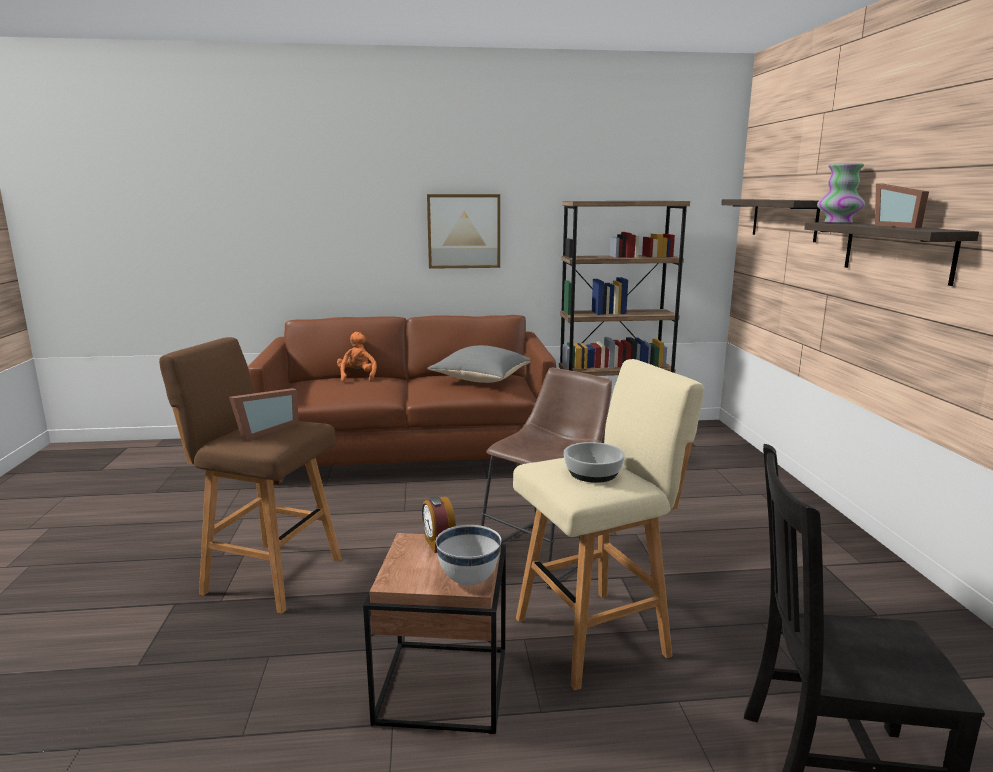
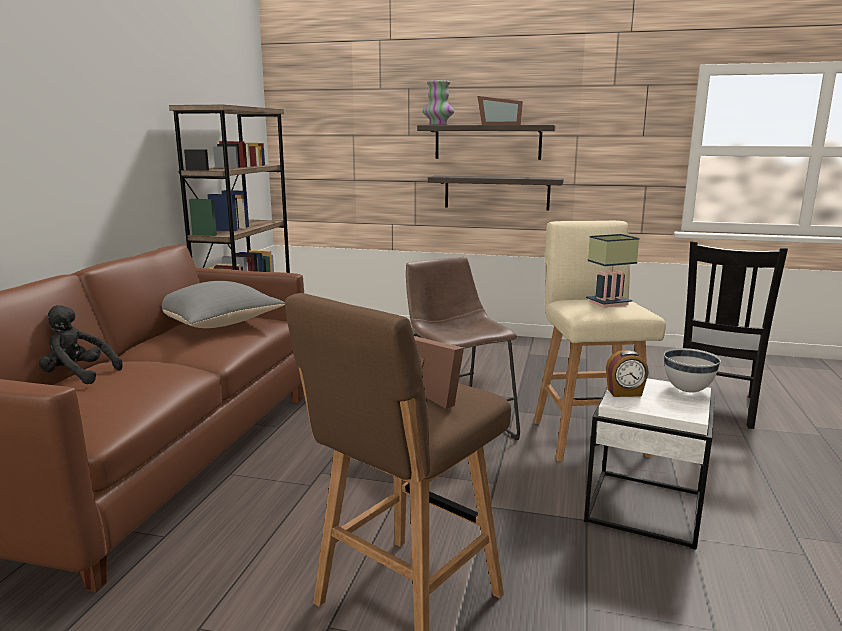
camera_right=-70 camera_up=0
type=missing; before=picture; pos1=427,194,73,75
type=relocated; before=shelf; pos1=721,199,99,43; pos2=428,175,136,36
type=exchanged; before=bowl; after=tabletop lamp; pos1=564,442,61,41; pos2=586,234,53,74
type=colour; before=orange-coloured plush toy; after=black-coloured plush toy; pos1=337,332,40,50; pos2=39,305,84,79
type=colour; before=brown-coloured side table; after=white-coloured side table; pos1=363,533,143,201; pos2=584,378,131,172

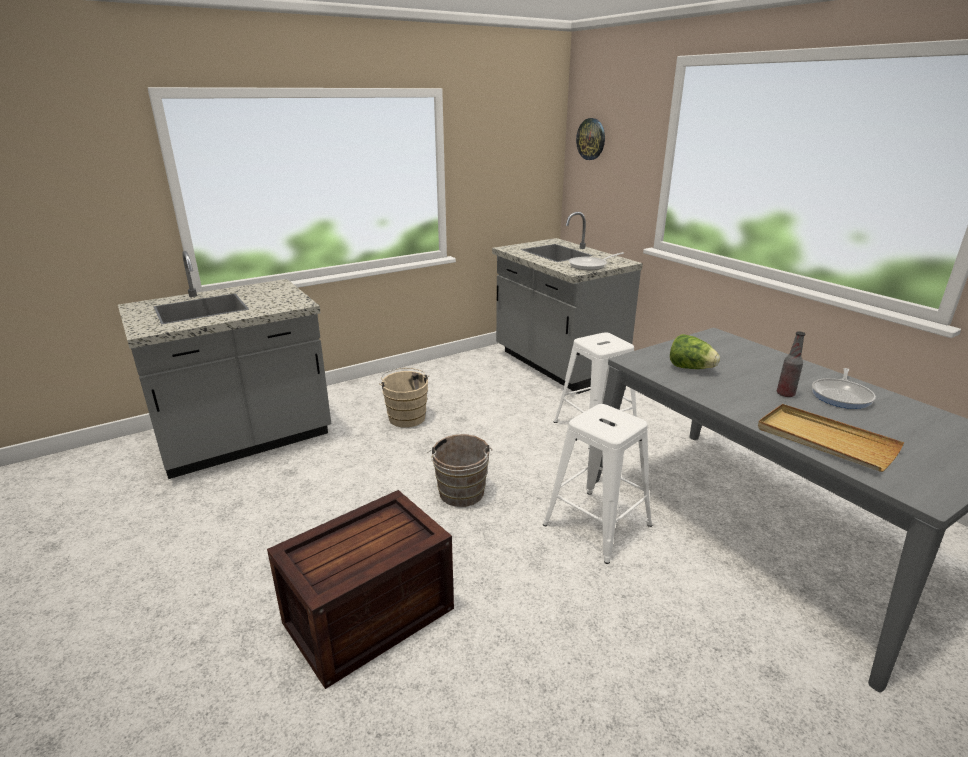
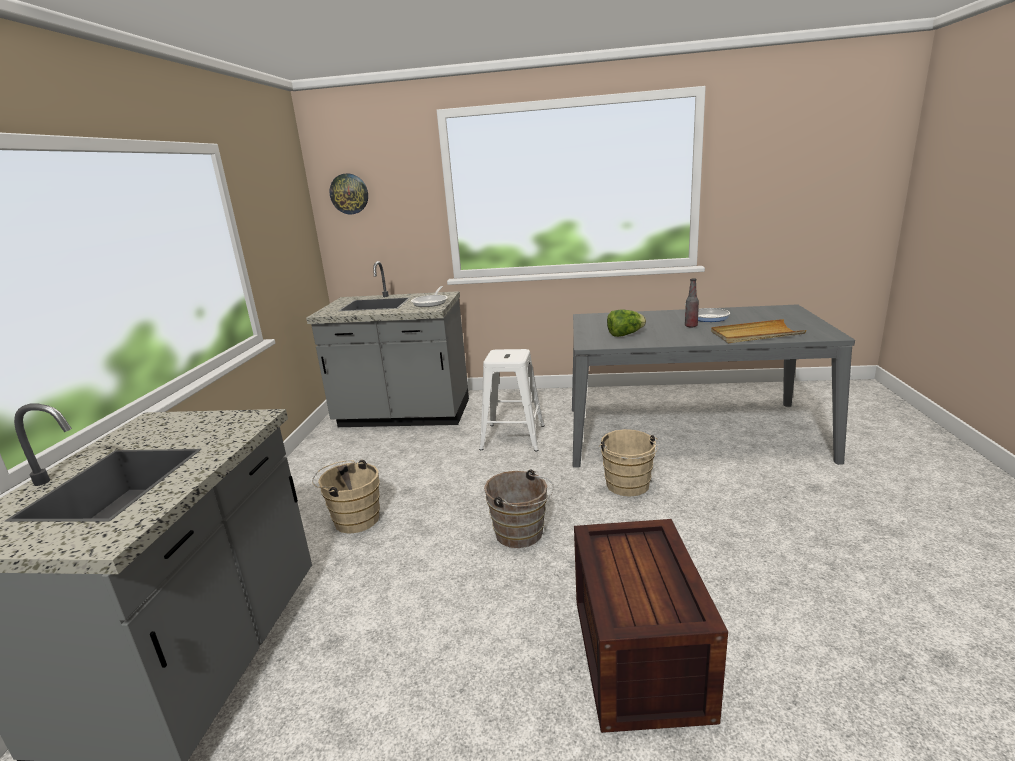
camera_right=-50 camera_up=-5
type=exchanged; before=white-coloured stool; after=beige water bucket; pos1=543,404,110,160; pos2=599,429,59,67

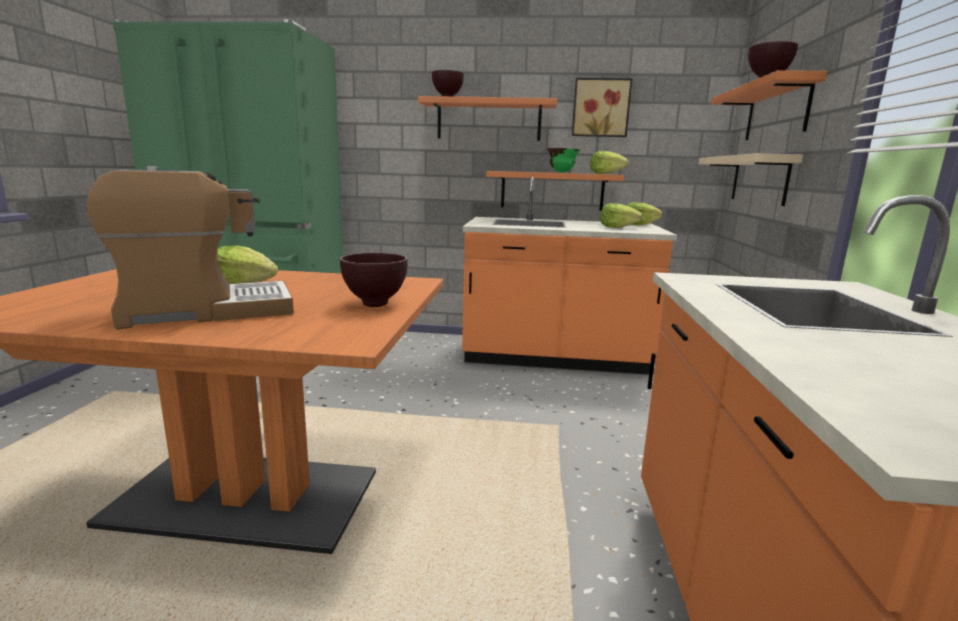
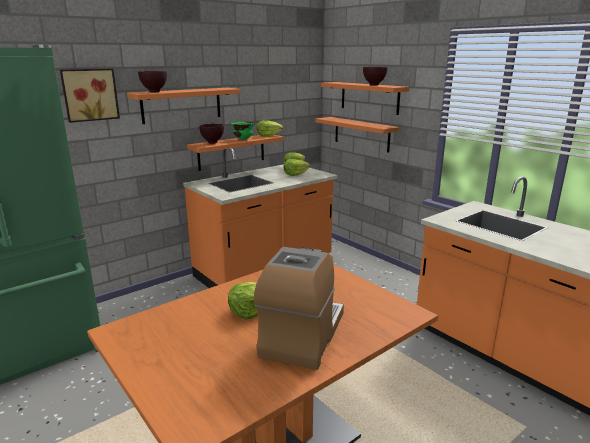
camera_right=-45 camera_up=5
type=relocated; before=brown-coloured bowl; pos1=340,253,68,54; pos2=199,124,25,20
type=relocated; before=picture; pos1=572,78,61,59; pos2=60,69,60,54
type=colour; before=beige shelf; after=orange-coloured shelf; pos1=699,153,104,53; pos2=315,117,84,36

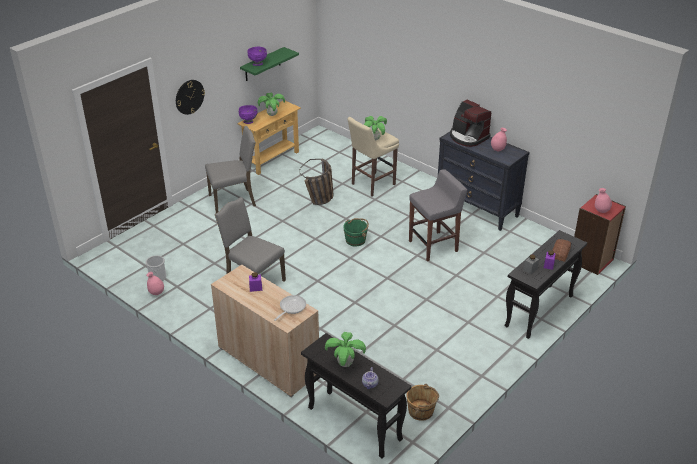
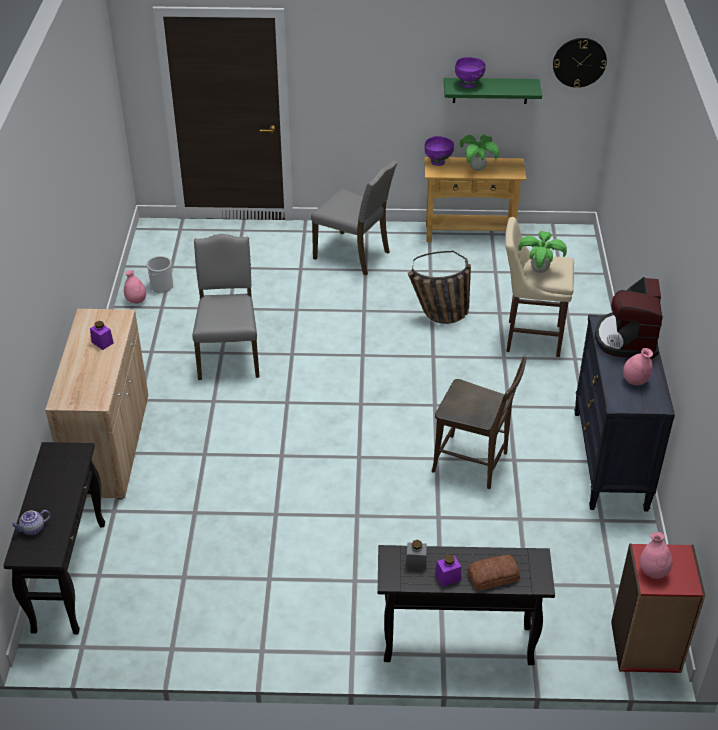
camera_right=50 camera_up=5
type=missing; before=frying pan; pos1=274,295,32,26
type=missing; before=potted plant; pos1=325,332,41,35
type=missing; before=green-coloured water bucket; pos1=343,218,26,29
type=missing; before=brown-coloured water bucket; pos1=406,384,33,37
type=relocated; before=hanging clock; pos1=176,80,29,35; pos2=553,38,54,50
type=exchanged; before=gray stool; after=brown-coloured plain chair; pos1=409,169,58,92; pos2=431,357,95,132

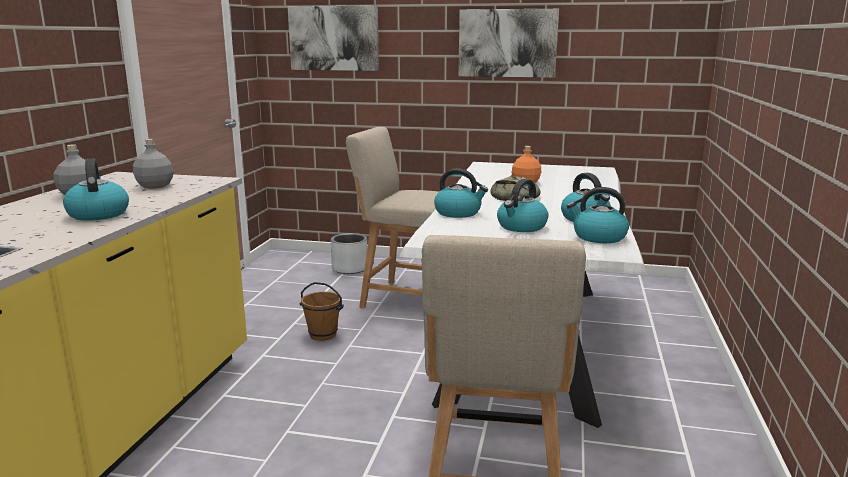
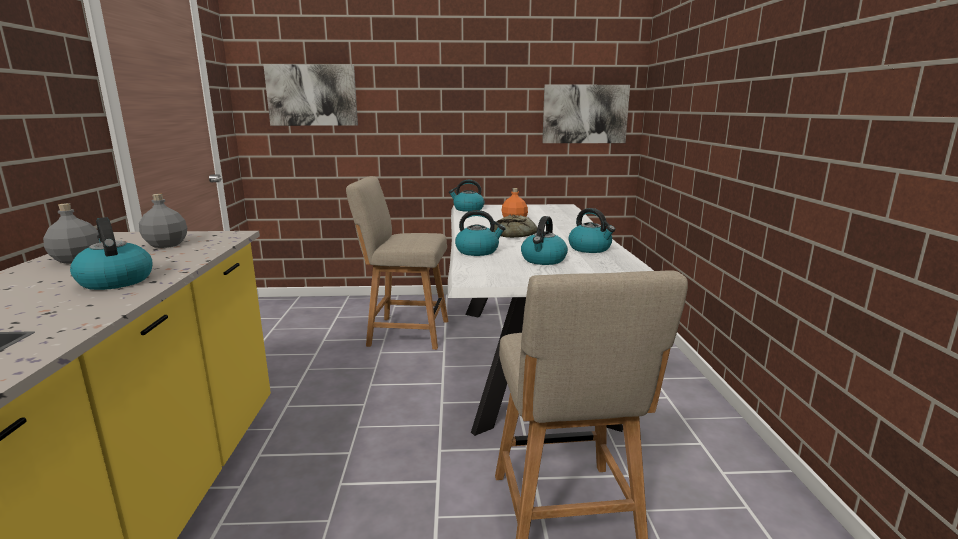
camera_right=-15 camera_up=0
type=missing; before=brown-coloured water bucket; pos1=299,282,45,59
type=missing; before=gray planter; pos1=331,233,36,41
type=relocated; before=picture; pos1=458,9,101,69; pos2=542,85,88,58
type=relocated; before=kettle; pos1=567,187,62,56; pos2=449,180,35,32

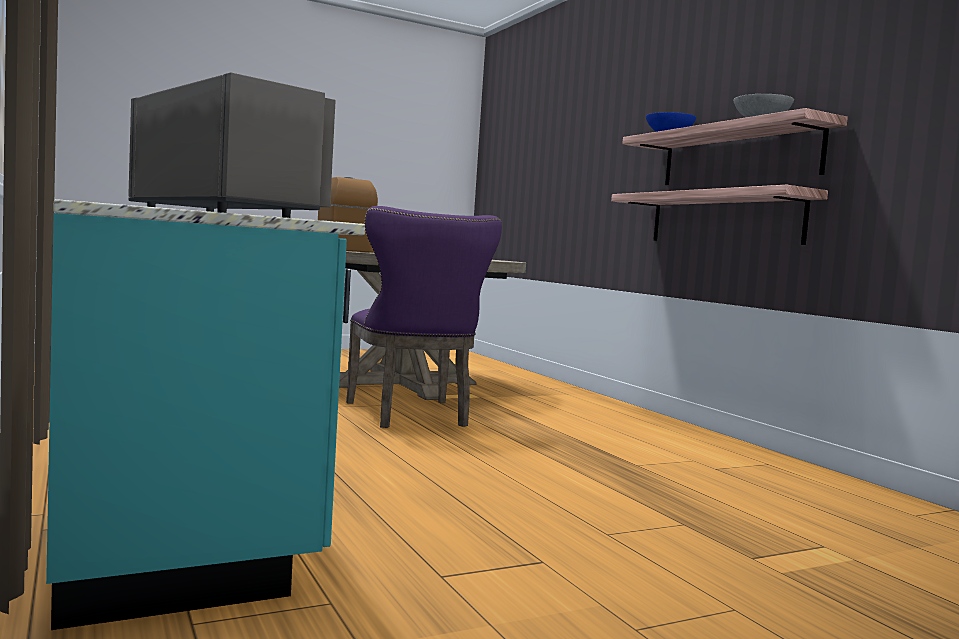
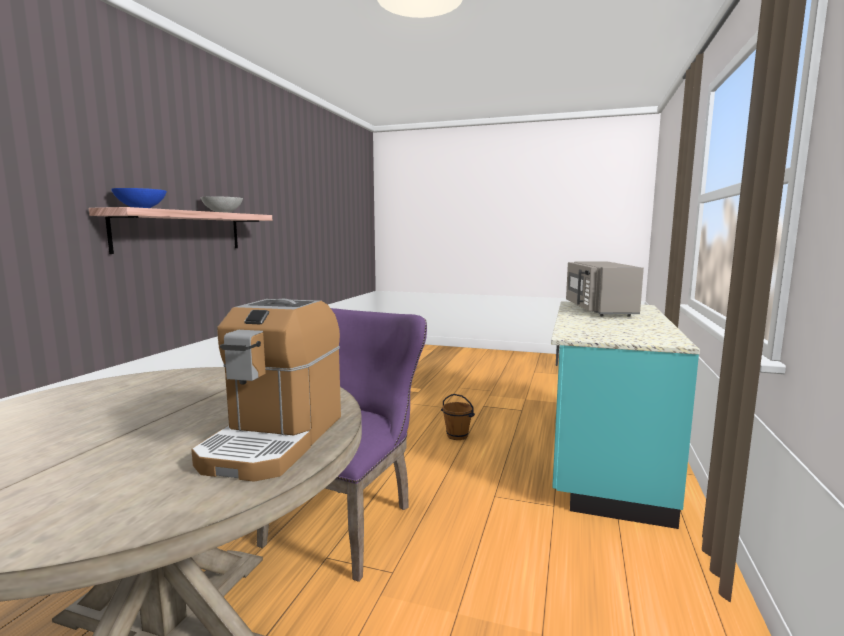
camera_right=-135 camera_up=5
type=missing; before=shelf; pos1=611,185,217,60
type=appeared; after=brown-coloured water bucket; pos2=441,394,34,46

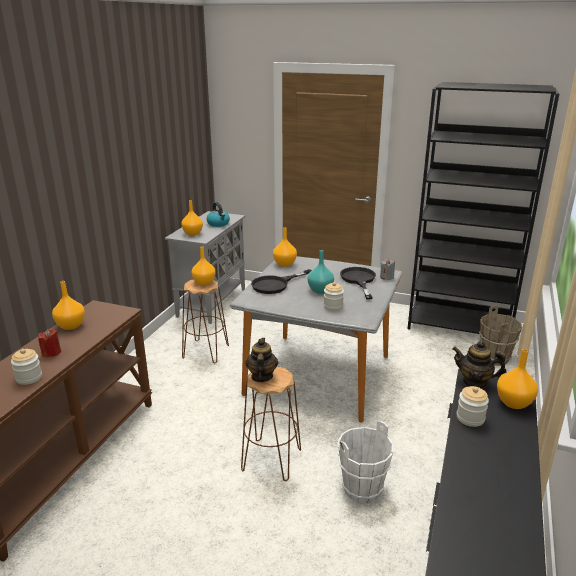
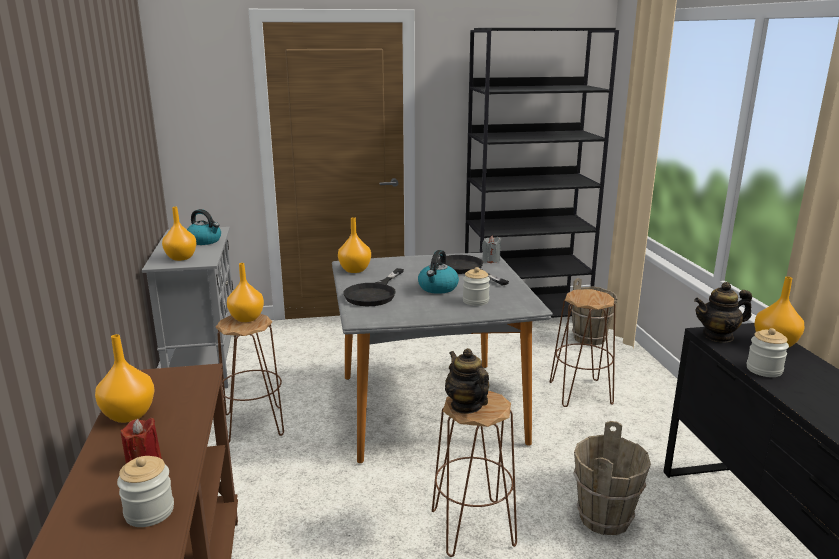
camera_right=-30 camera_up=-5
type=appeared; after=brown-coloured stool; pos2=550,289,65,118
type=exchanged; before=blue-green flower vase; after=kettle; pos1=308,250,26,44; pos2=418,250,41,44
type=colour; before=white-coloured water bucket; after=brown-coloured water bucket; pos1=338,421,56,82; pos2=573,421,78,114

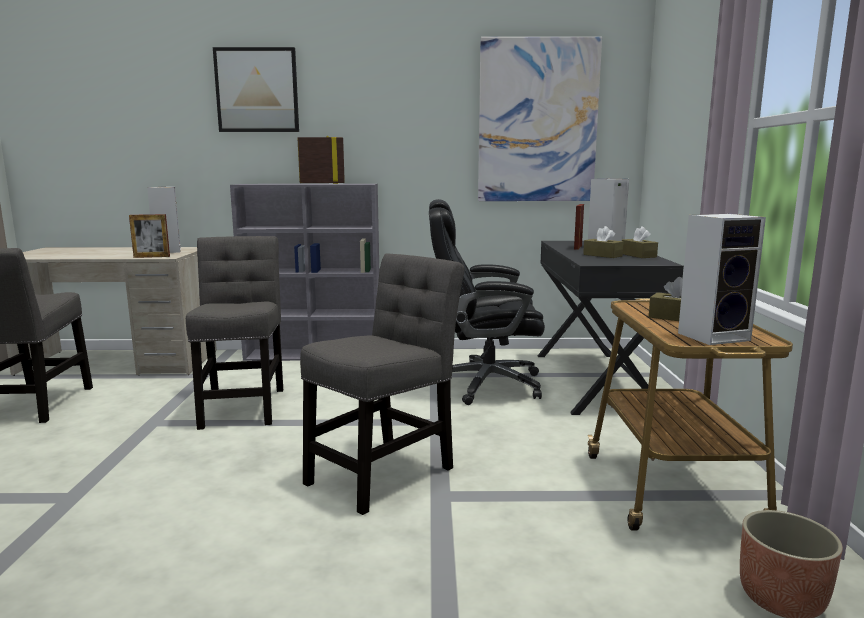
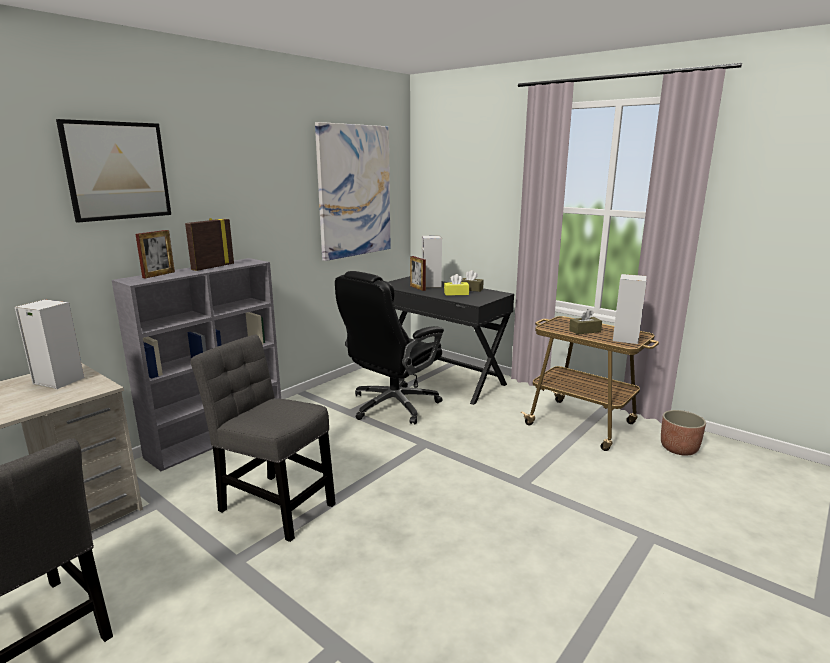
camera_right=-50 camera_up=5
type=missing; before=gray plain chair; pos1=300,253,164,262
type=relocated; before=photo frame; pos1=129,214,41,44; pos2=135,230,40,48
type=colour; before=brown-coloured tissue holder; after=yellow-coloured tissue holder; pos1=583,226,41,32; pos2=444,274,25,21

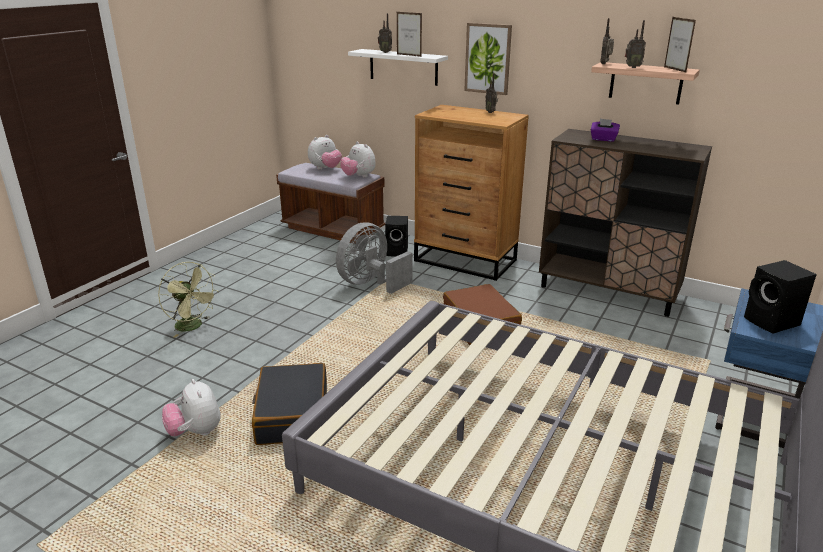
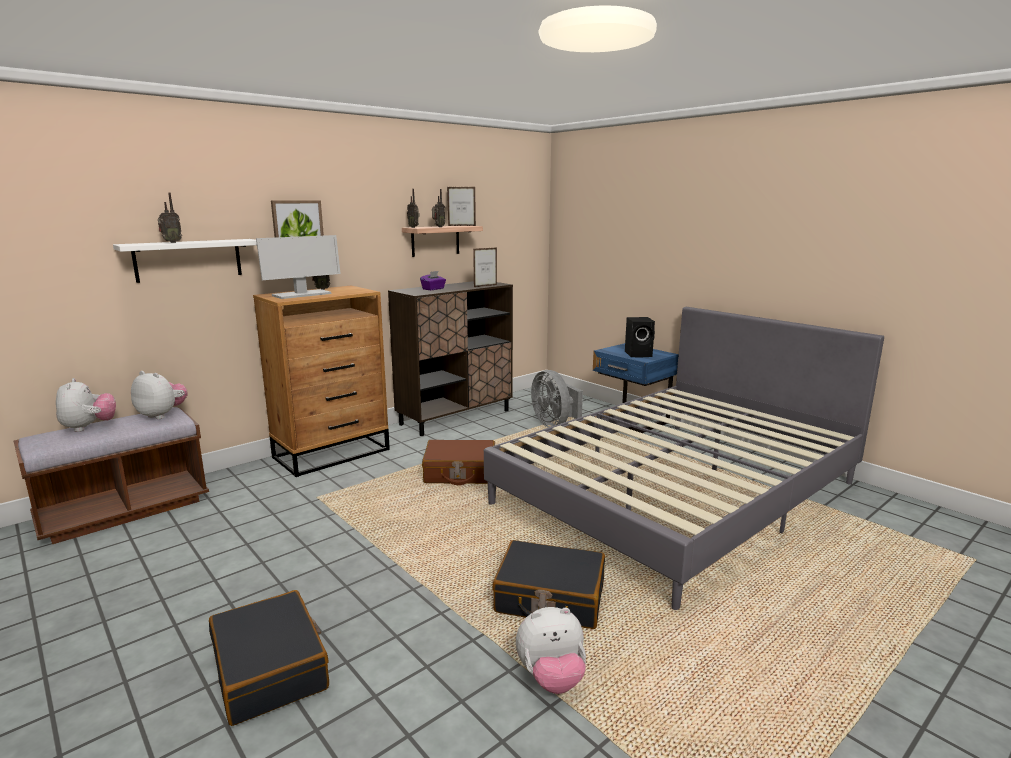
camera_right=-70 camera_up=-10
type=missing; before=black-coloured speaker; pos1=385,216,23,41
type=appeared; after=computer display; pos2=256,235,85,64
type=relocated; before=gray cooling fan; pos1=336,222,76,72; pos2=531,370,52,57
type=relocated; before=photo frame; pos1=397,12,25,45; pos2=473,247,24,40
type=exchanged; before=green-coloured cooling fan; after=black-coloured travel case; pos1=158,262,60,76; pos2=209,590,120,136
type=spun; before=plush toy; pos1=340,142,36,35; pos2=131,371,57,48; turn=-135

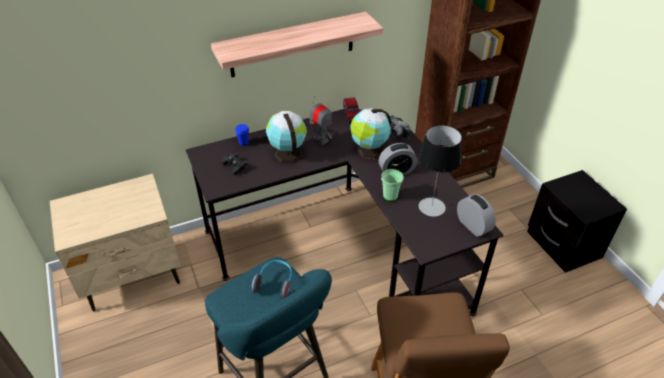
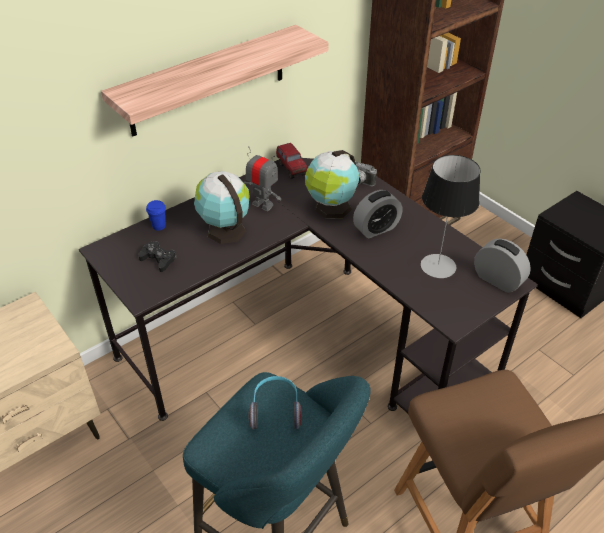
camera_right=-15 camera_up=0
type=missing; before=cup; pos1=381,169,22,32

